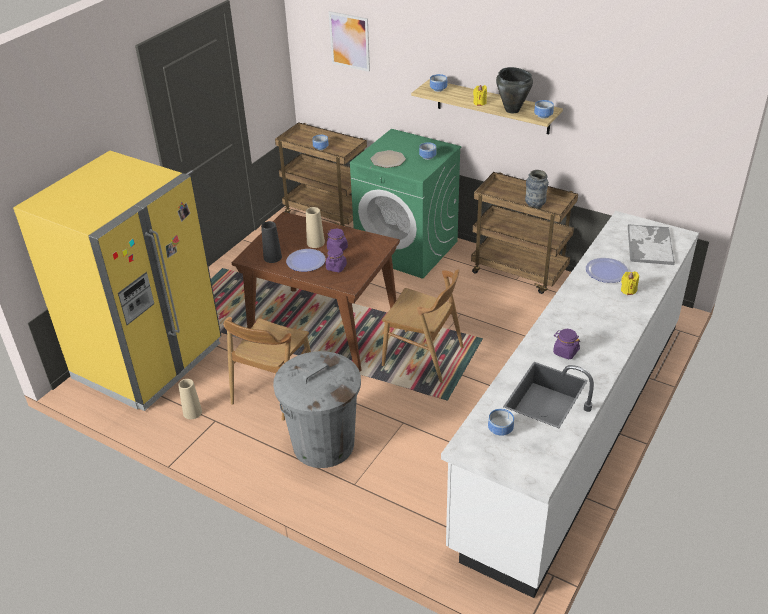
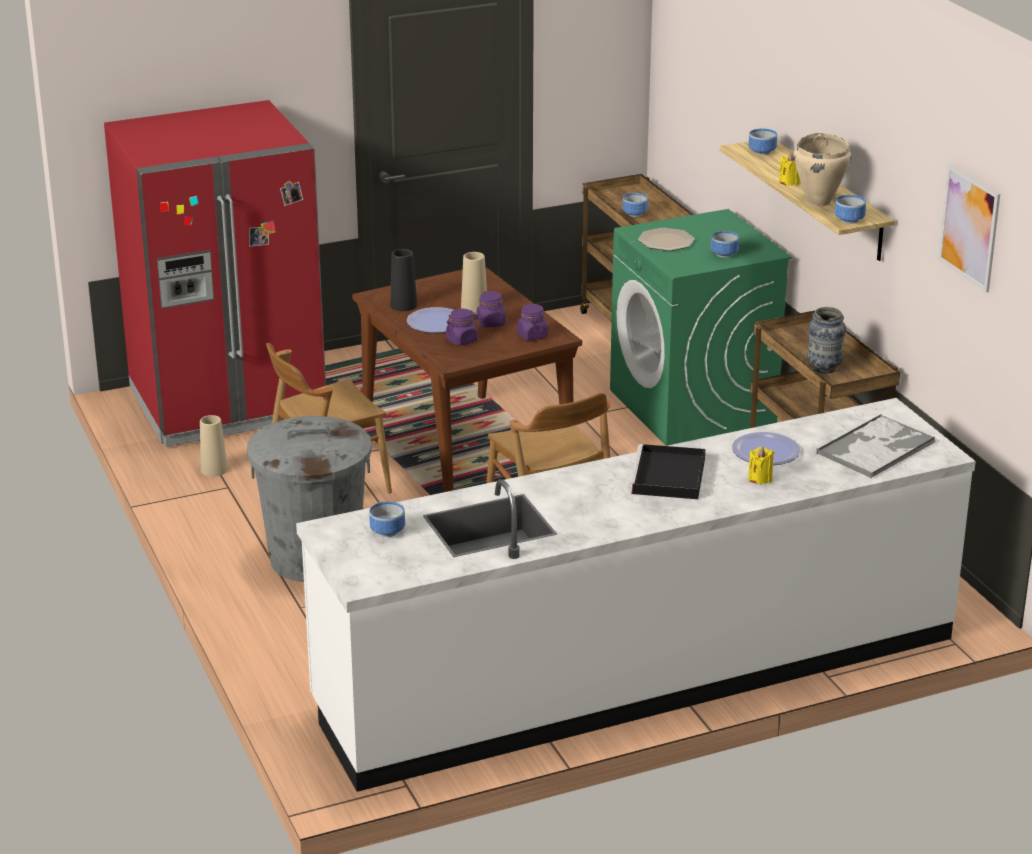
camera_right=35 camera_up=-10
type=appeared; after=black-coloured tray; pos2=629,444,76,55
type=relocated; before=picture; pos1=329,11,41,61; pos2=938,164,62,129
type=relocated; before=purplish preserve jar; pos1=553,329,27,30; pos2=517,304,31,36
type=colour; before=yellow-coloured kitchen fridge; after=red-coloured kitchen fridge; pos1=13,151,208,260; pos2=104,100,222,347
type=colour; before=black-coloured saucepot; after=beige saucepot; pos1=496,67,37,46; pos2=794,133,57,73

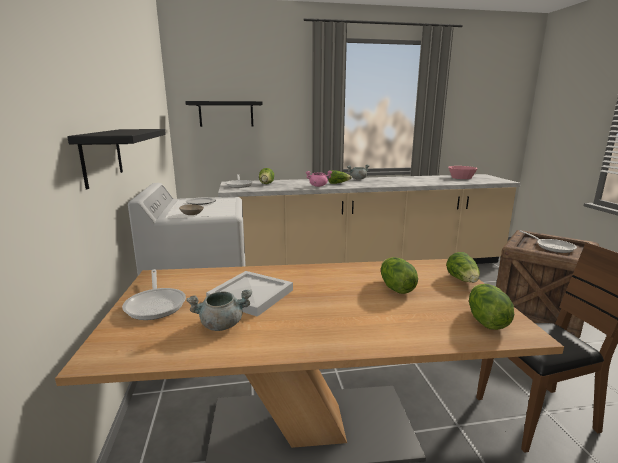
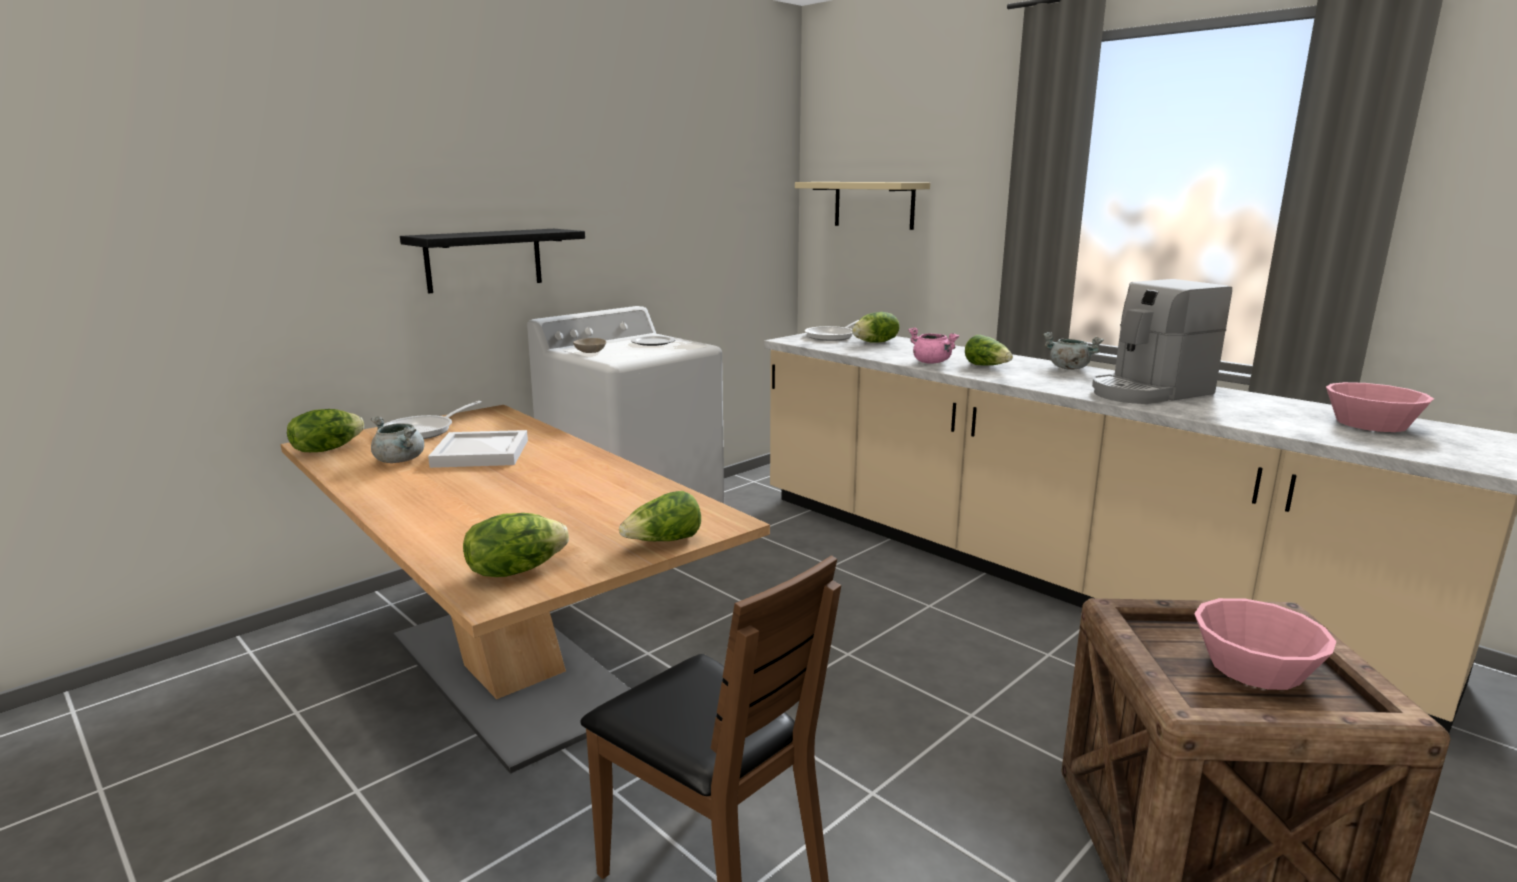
camera_right=55 camera_up=0
type=appeared; after=coffee maker; pos2=1092,279,140,125
type=relocated; before=lettuce head; pos1=381,257,37,37; pos2=287,409,77,43
type=exchanged; before=frying pan; after=pinkish bowl; pos1=519,230,58,23; pos2=1194,598,142,92
type=colour; before=black-coloured shelf; after=beige shelf; pos1=185,101,78,26; pos2=795,182,135,48

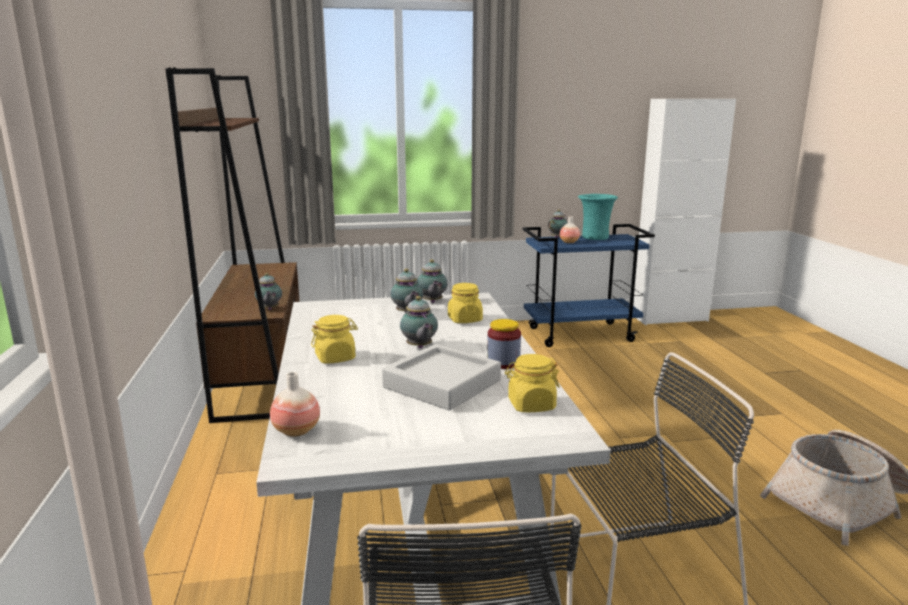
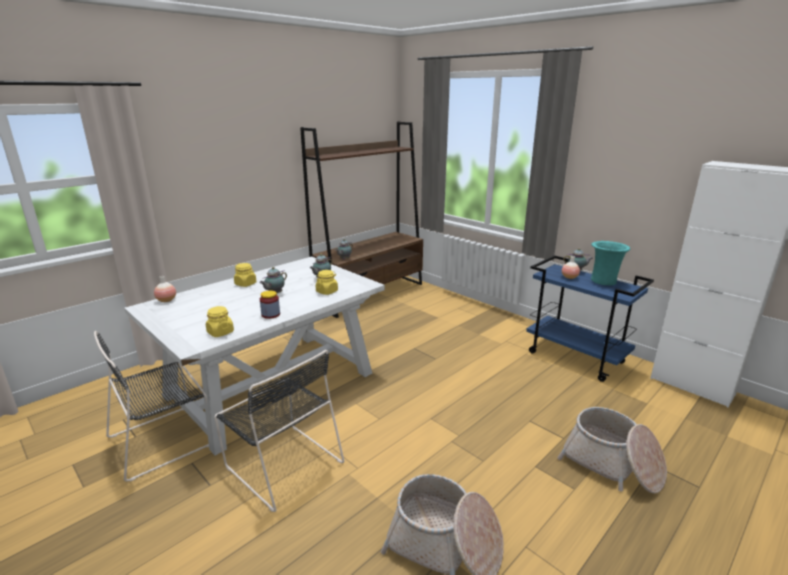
camera_right=55 camera_up=5
type=missing; before=gray tray; pos1=382,344,119,66
type=missing; before=tea pot; pos1=417,259,31,44
type=appeared; after=basket; pos2=557,407,110,87

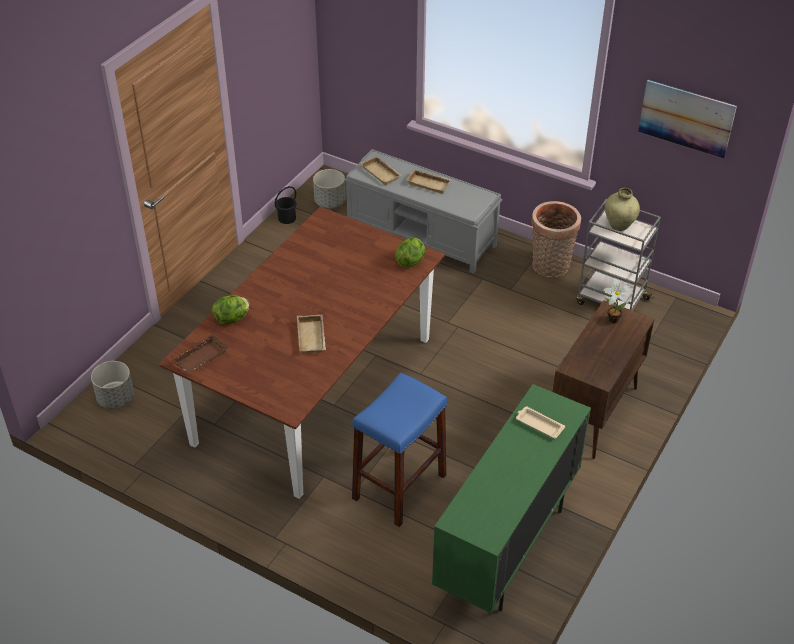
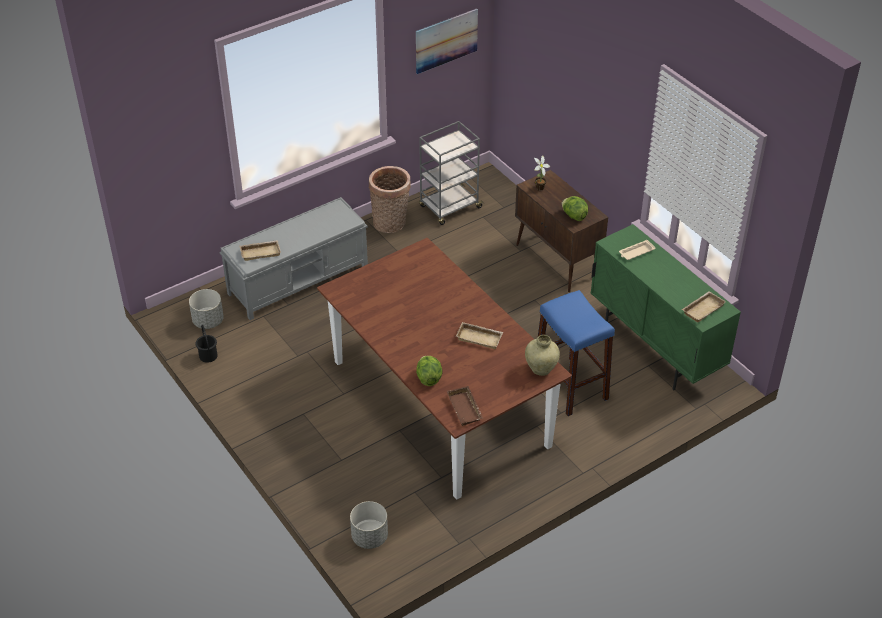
camera_right=-65 camera_up=0
type=relocated; before=lettuce head; pos1=395,238,31,30; pos2=562,196,26,25
type=relocated; before=beige tray; pos1=407,169,44,25; pos2=682,291,44,31
type=relocated; before=beige flower vase; pos1=605,188,35,43; pos2=525,335,35,41

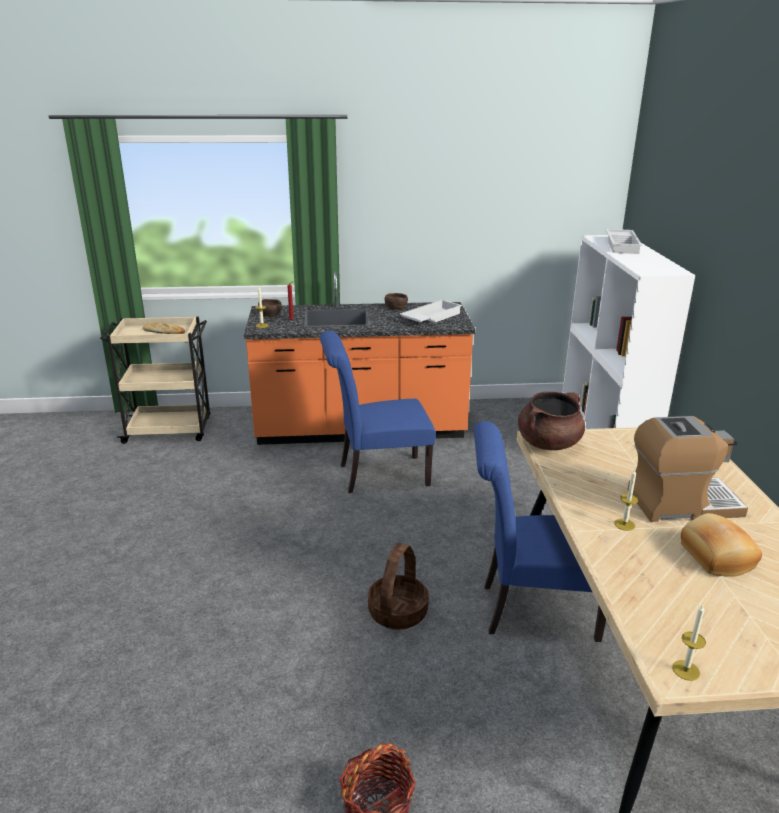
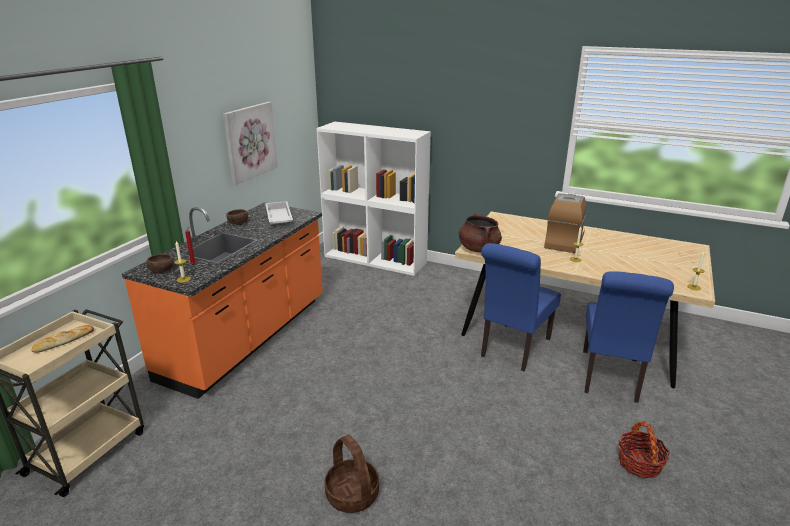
camera_right=-60 camera_up=0
type=missing; before=white-coloured tray; pos1=606,229,36,25
type=missing; before=baked bread; pos1=681,513,81,64
type=appeared; after=picture; pos2=223,102,55,83
type=relocated; before=bluish plain chair; pos1=320,331,116,162; pos2=583,271,91,132
type=relocated; before=basket; pos1=368,543,61,87; pos2=325,435,54,78

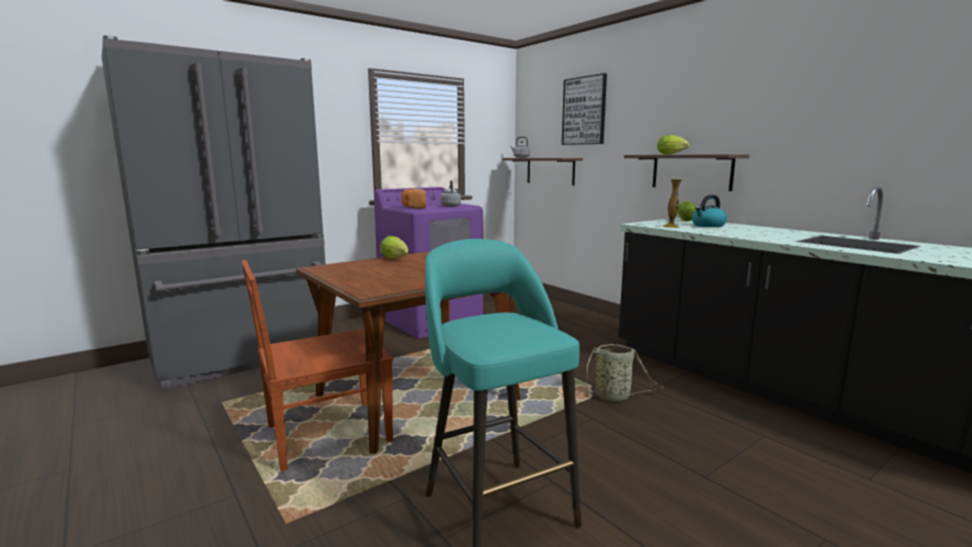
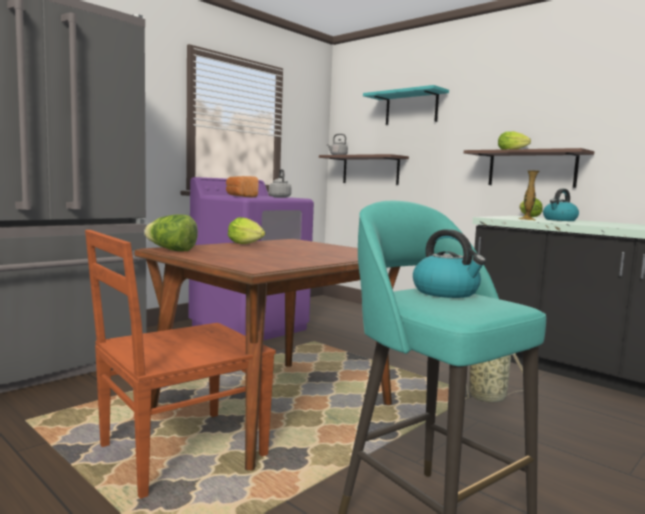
camera_right=-10 camera_up=-5
type=appeared; after=lettuce head; pos2=144,214,54,37
type=appeared; after=kettle; pos2=413,229,73,69
type=exchanged; before=picture; after=blue-green shelf; pos1=562,73,45,72; pos2=363,85,86,40

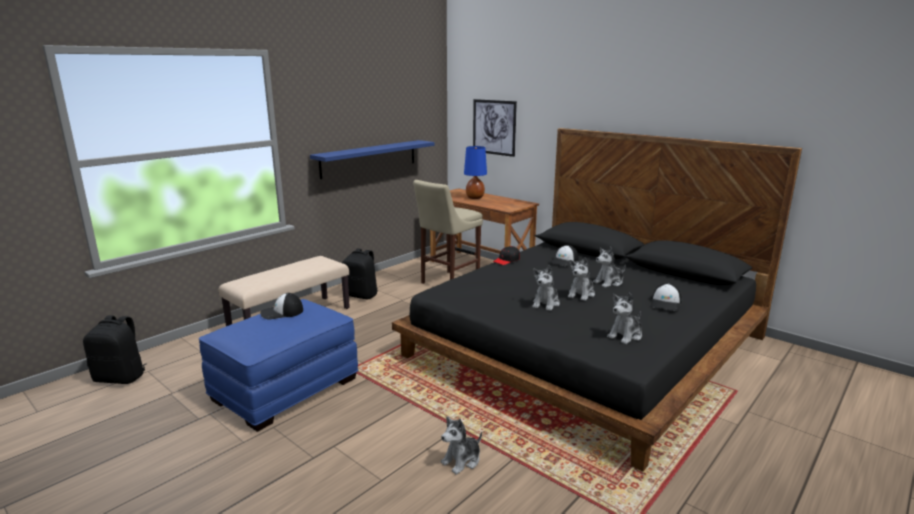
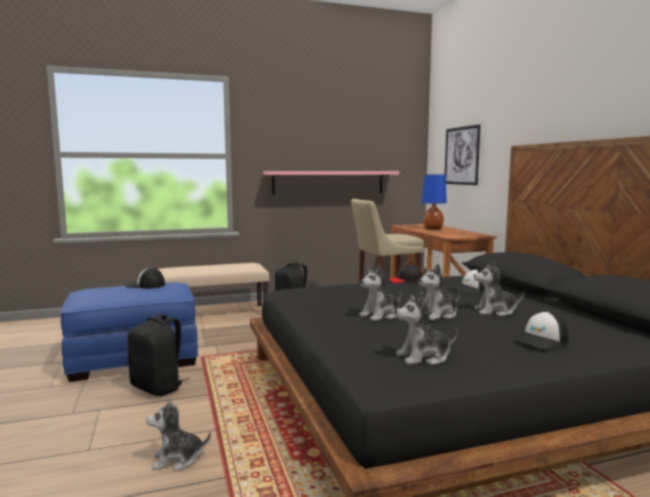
camera_right=30 camera_up=-10
type=relocated; before=black-coloured knapsack; pos1=83,315,63,69; pos2=127,314,63,82
type=colour; before=bluish shelf; after=pinkish shelf; pos1=310,140,125,39; pos2=263,171,136,24

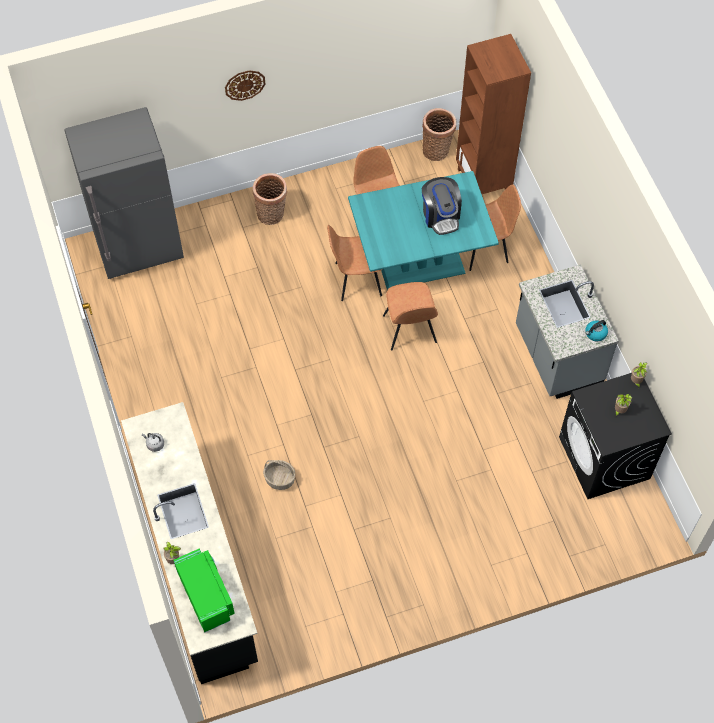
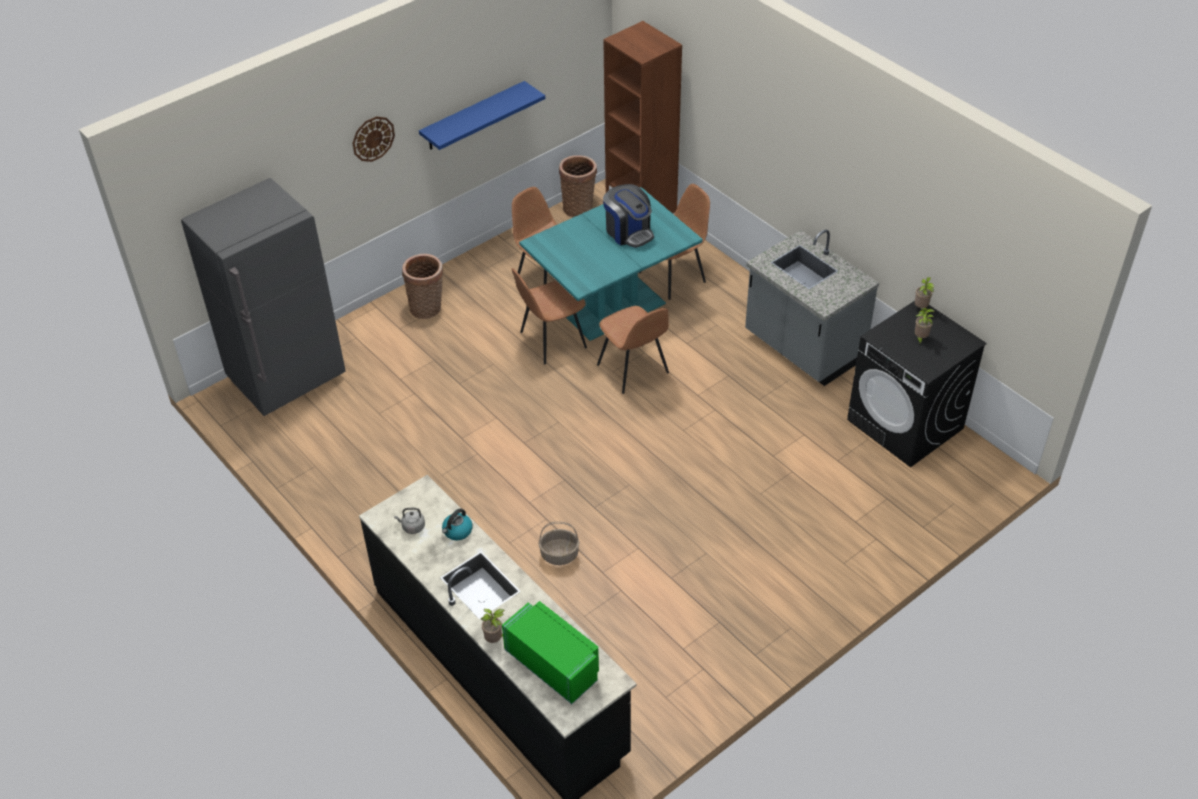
camera_right=-20 camera_up=-15
type=appeared; after=bluish shelf; pos2=419,81,126,69
type=relocated; before=kettle; pos1=585,320,23,22; pos2=442,508,31,32

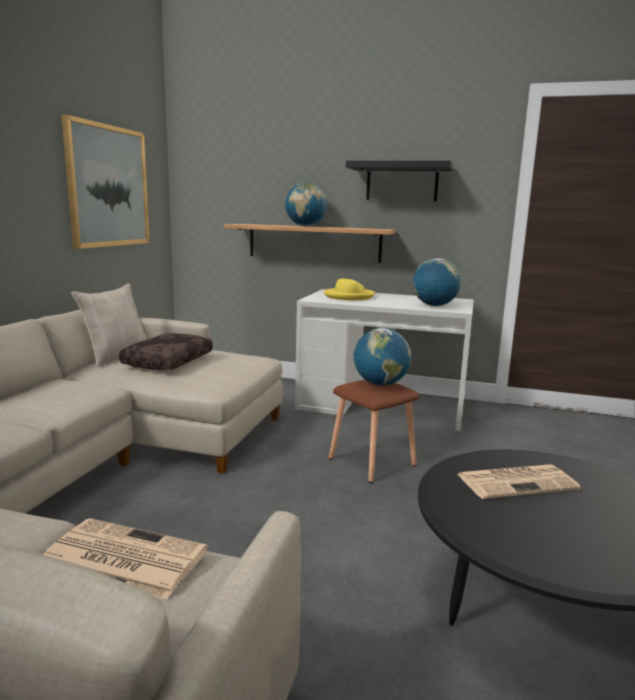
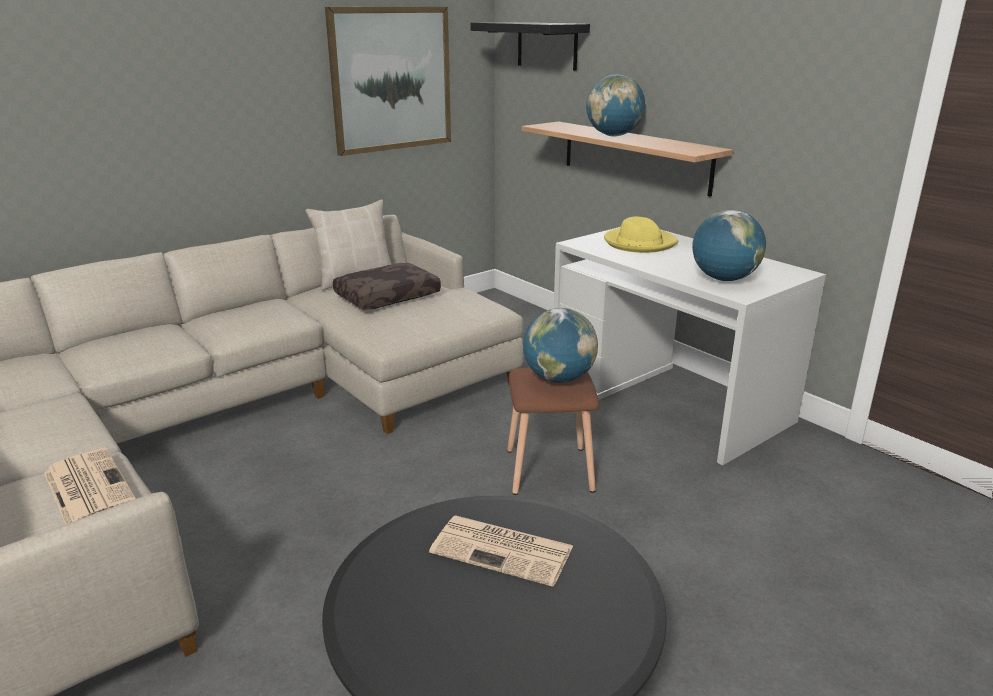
camera_right=35 camera_up=10
type=relocated; before=black-coloured shelf; pos1=346,160,107,41; pos2=470,22,120,49

